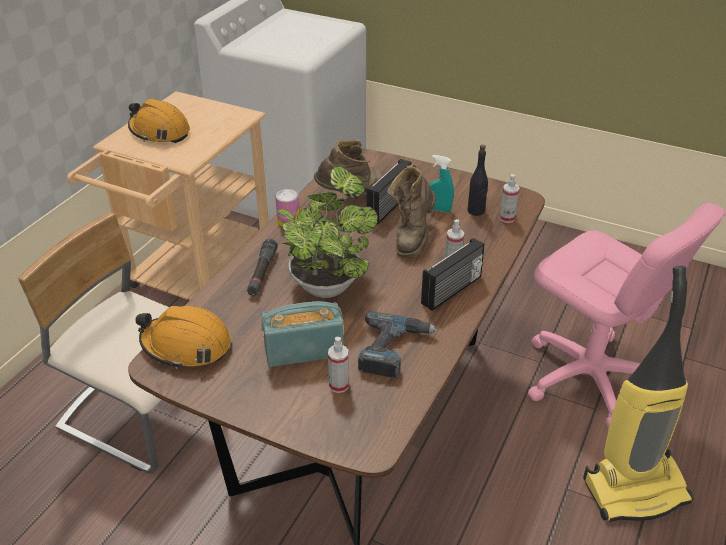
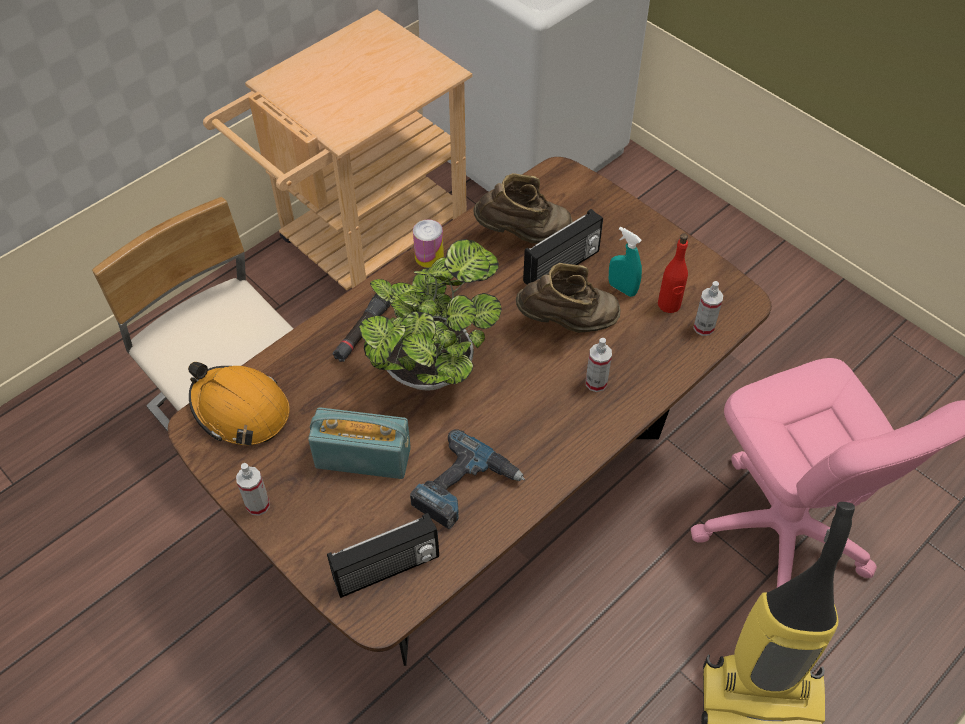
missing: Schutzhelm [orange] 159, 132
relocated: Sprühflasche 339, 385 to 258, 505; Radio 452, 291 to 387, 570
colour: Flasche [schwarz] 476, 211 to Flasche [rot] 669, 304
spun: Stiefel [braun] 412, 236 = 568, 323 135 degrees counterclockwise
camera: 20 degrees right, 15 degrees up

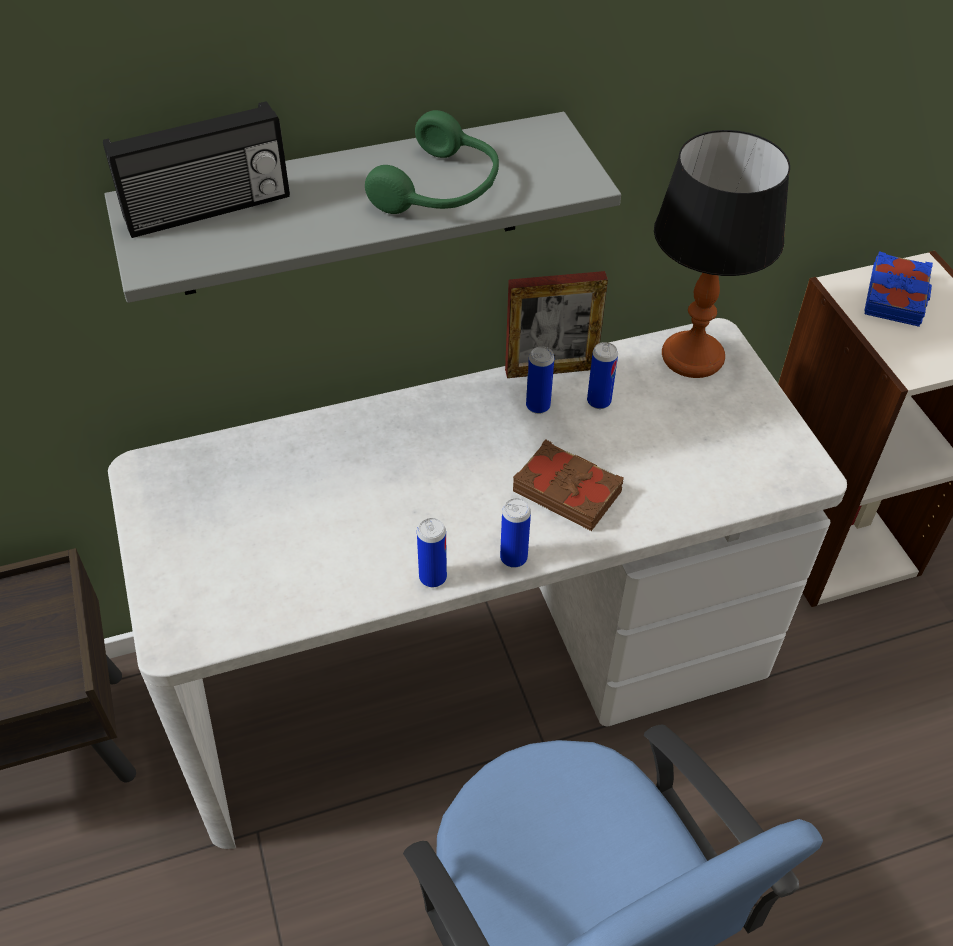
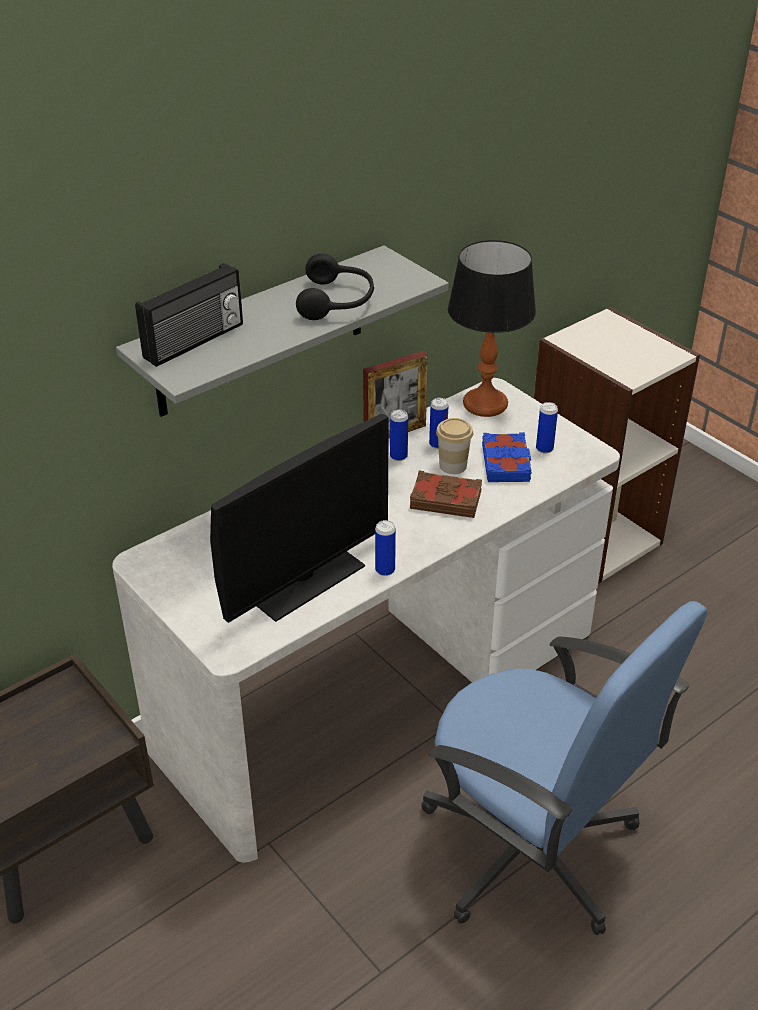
appeared: Monitor 304, 580; Tasse 453, 465
relocated: Dose 513, 558 to 544, 449; Buch [blau] 897, 296 to 506, 463
colour: Kopfhörer [grün] 441, 189 to Kopfhörer [schwarz] 337, 301
camera: 20 degrees left, 10 degrees down

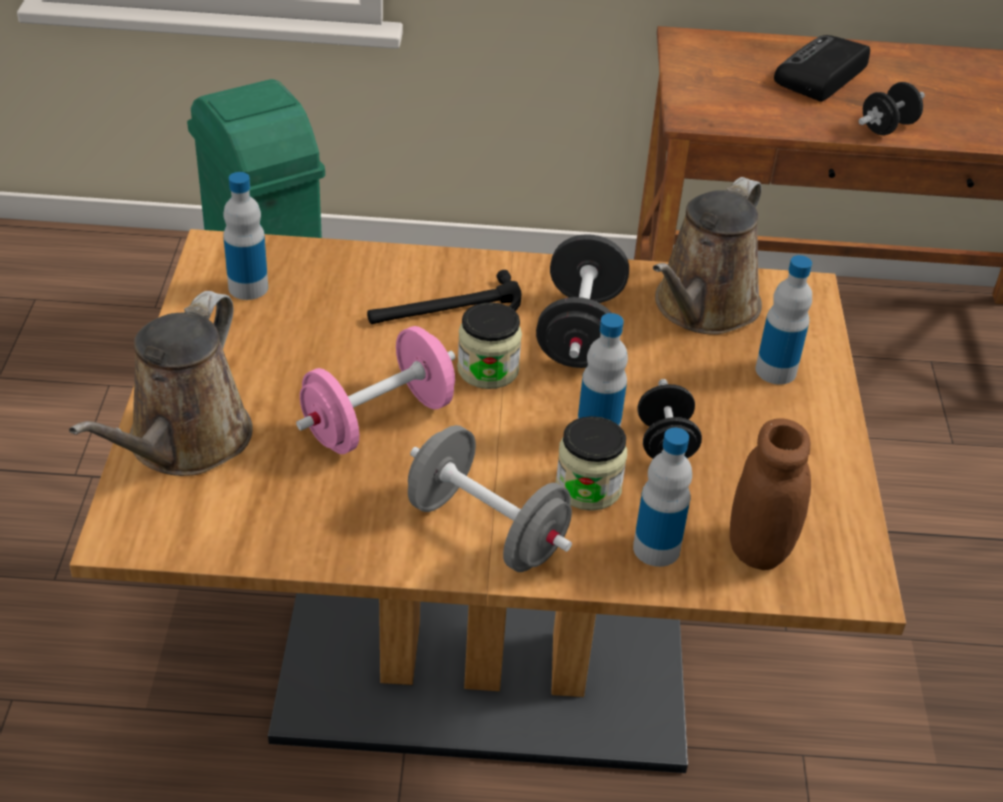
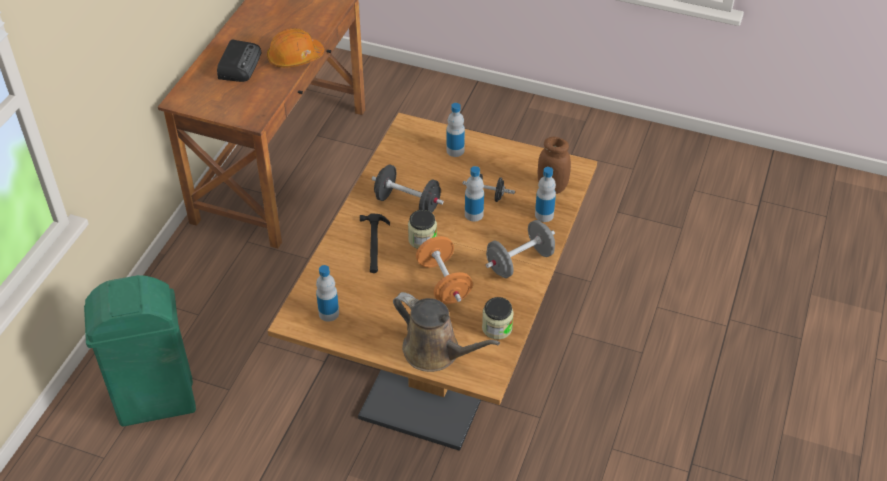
missing: Gießkanne [braun] 702, 308
relocated: Vorratsglas 588, 487 to 497, 328
exchanged: Hantel [schwarz] 887, 127 to Schutzhelm [orange] 295, 58
colour: Hantel [rosa] 378, 421 to Hantel [orange] 444, 283
spun: Radio 820, 76 = 239, 64 135 degrees counterclockwise
camera: 70 degrees left, 5 degrees up

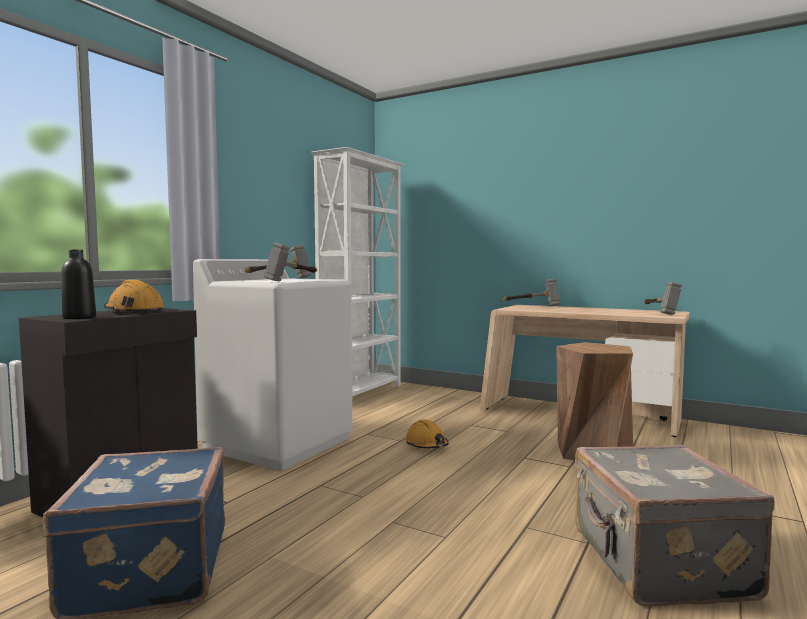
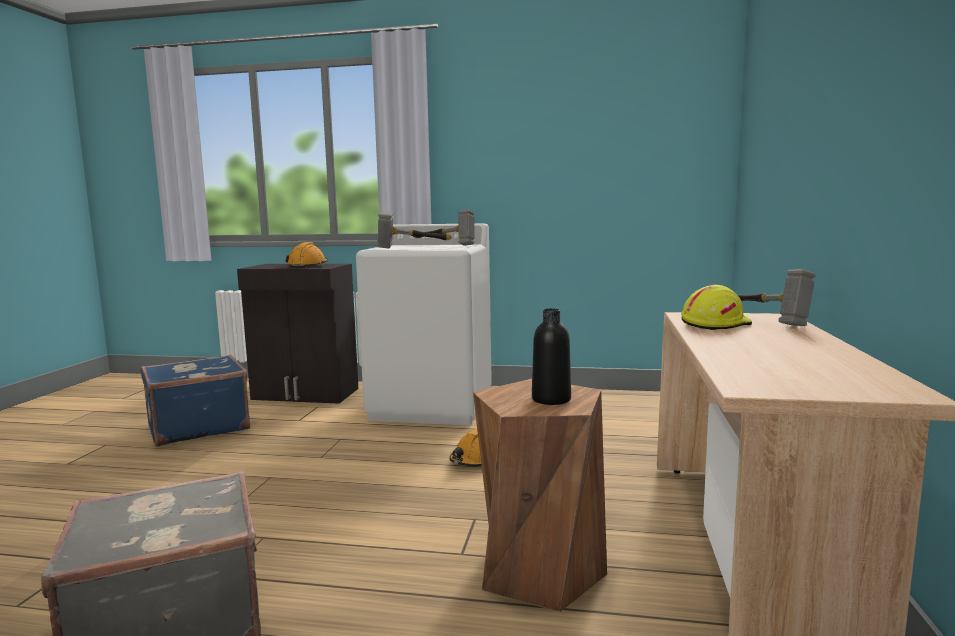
missing: Bücherregal [weiß] 362, 393; Hammer 659, 312
appeared: Schutzhelm [gelb] 714, 324
relocated: Flasche [schwarz] 79, 318 to 551, 399
camera: 70 degrees right, 5 degrees up

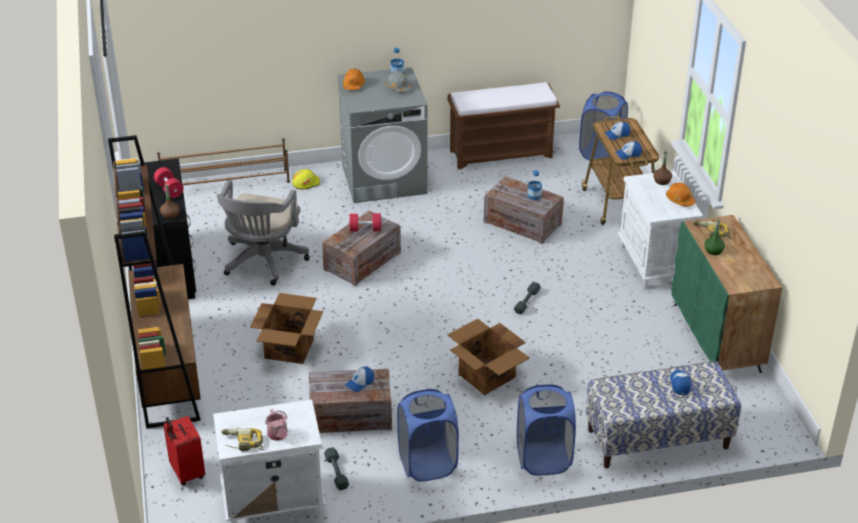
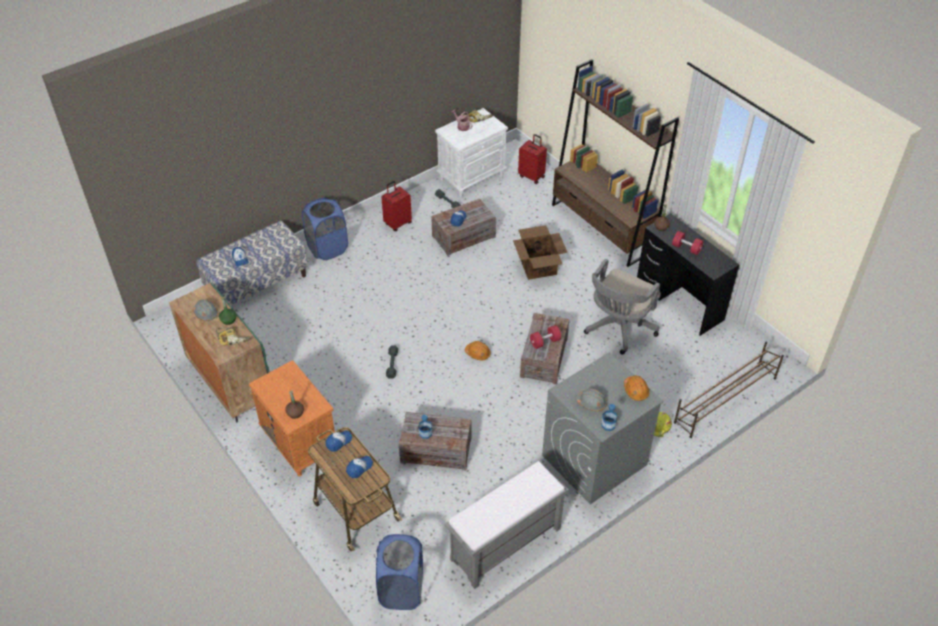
missing: Karton 487, 376
appeared: Schutzhelm [grau] 206, 313
relocated: Schutzhelm [orange] 679, 200 to 478, 353
exchanged: Wäschekorb [blau] 427, 464 to Koffer [rot] 397, 223
colour: Bank [braun] 501, 153 to Bank [grau] 505, 545; Nachttisch [weiß] 654, 264 to Nachttisch [orange] 299, 442
spun: Bürostuhl [grau] 262, 263 = 618, 329 135 degrees counterclockwise
camera: 155 degrees right, 10 degrees up

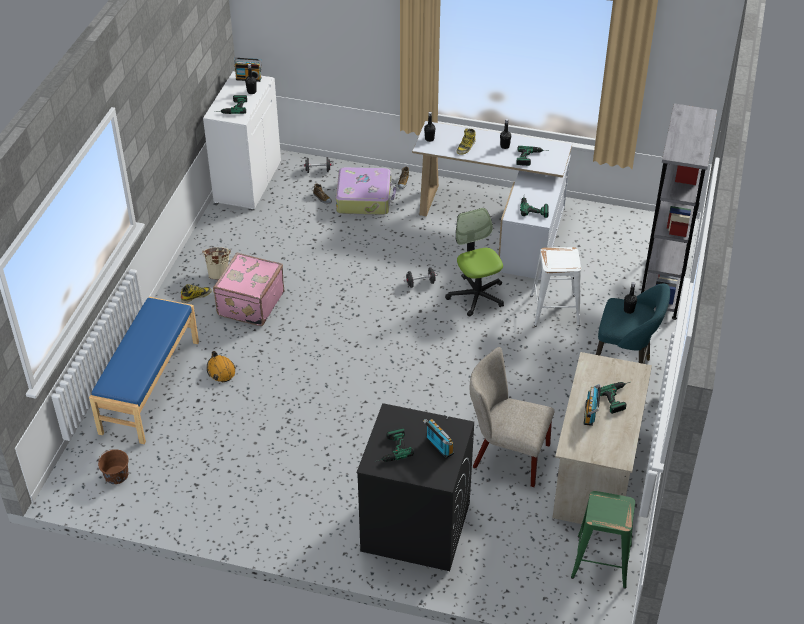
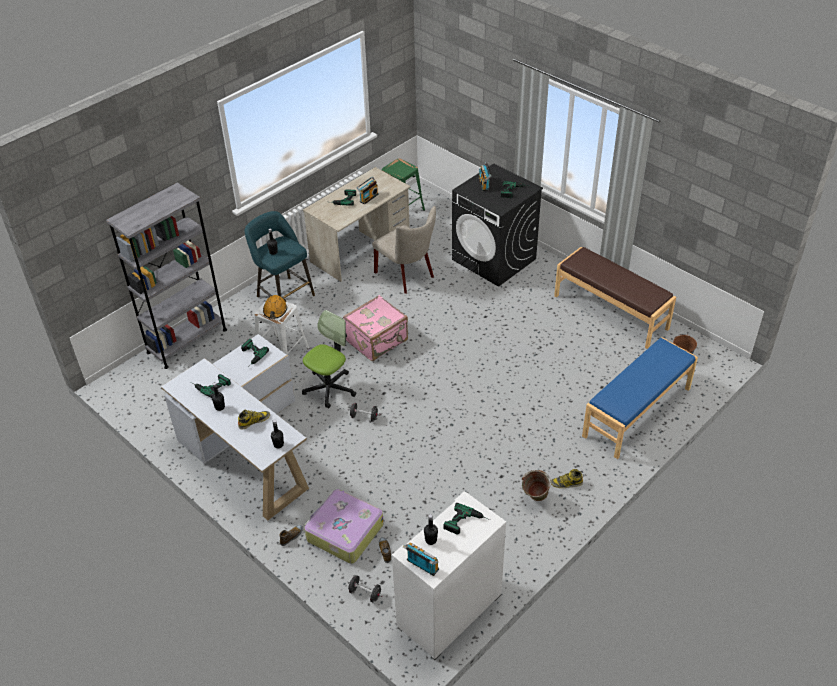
appeared: Bank [braun] 611, 312
relocated: Schutzhelm [orange] 221, 371 to 275, 310; Koffer [rosa] 249, 304 to 377, 341
colour: Eimer [beige] 219, 274 to Eimer [grün] 534, 499
spun: Bürostuhl 476, 296 = 329, 388 150 degrees counterclockwise
camera: 150 degrees left, 0 degrees up

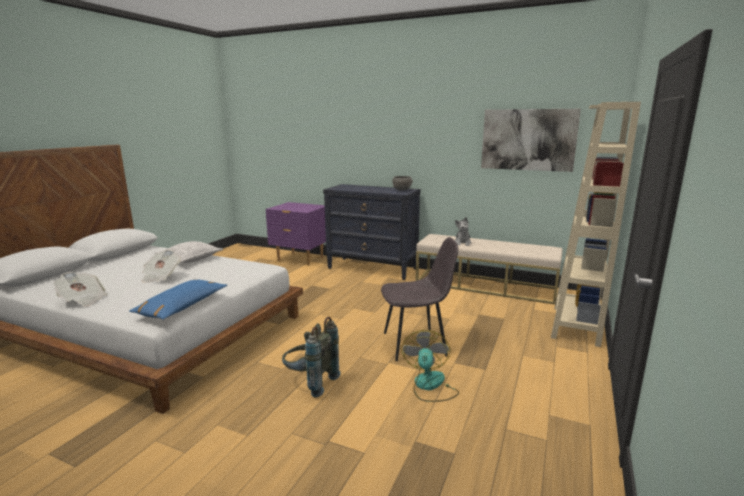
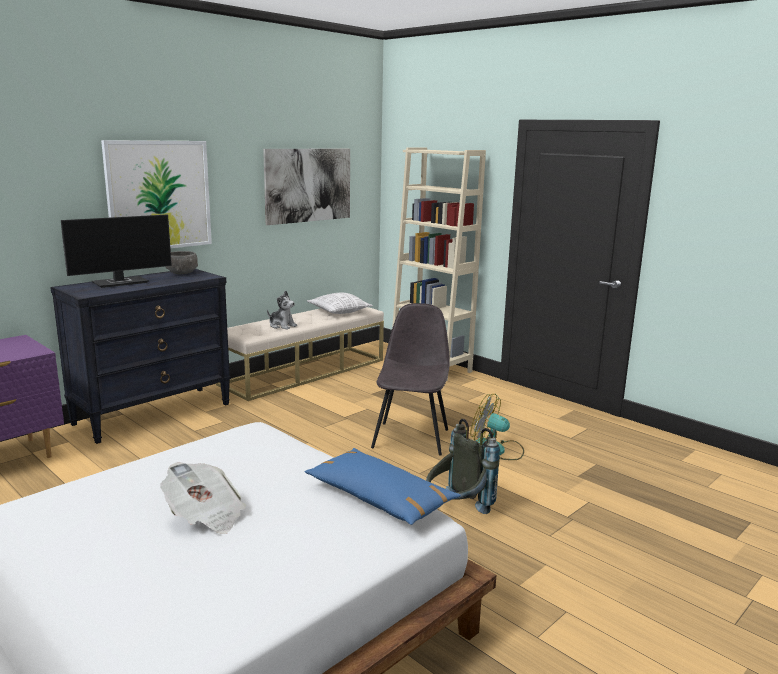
missing: Zeitung 83, 299
appeared: Monitor 121, 282; Bild 159, 195
relocated: Kissen 190, 259 to 339, 312
camera: 70 degrees left, 0 degrees up

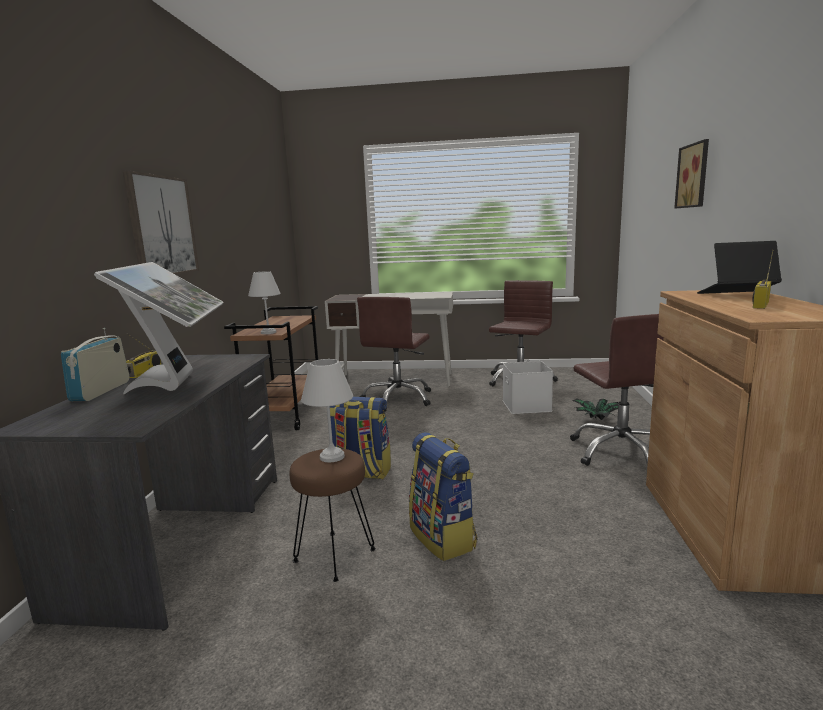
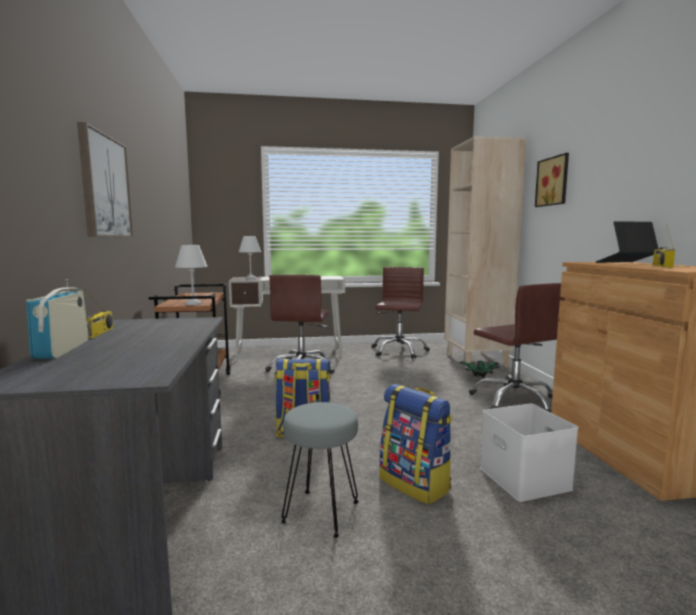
missing: Monitor 179, 382
appeared: Bücherregal [beige] 476, 360
relocated: Tischlampe [weiß] 331, 456 to 250, 279; Aufbewahrungsbox [weiß] 527, 406 to 526, 479
colour: Hocker [braun] 335, 556 to Hocker [grau] 322, 513
camera: 15 degrees left, 5 degrees down

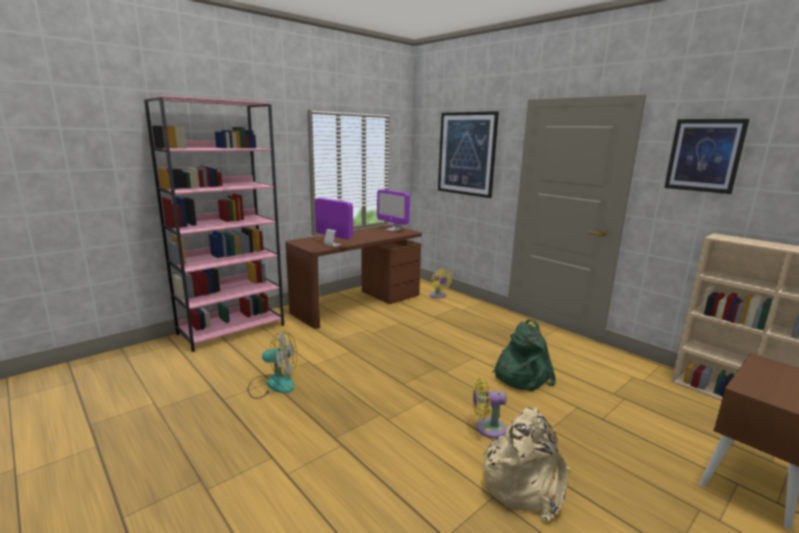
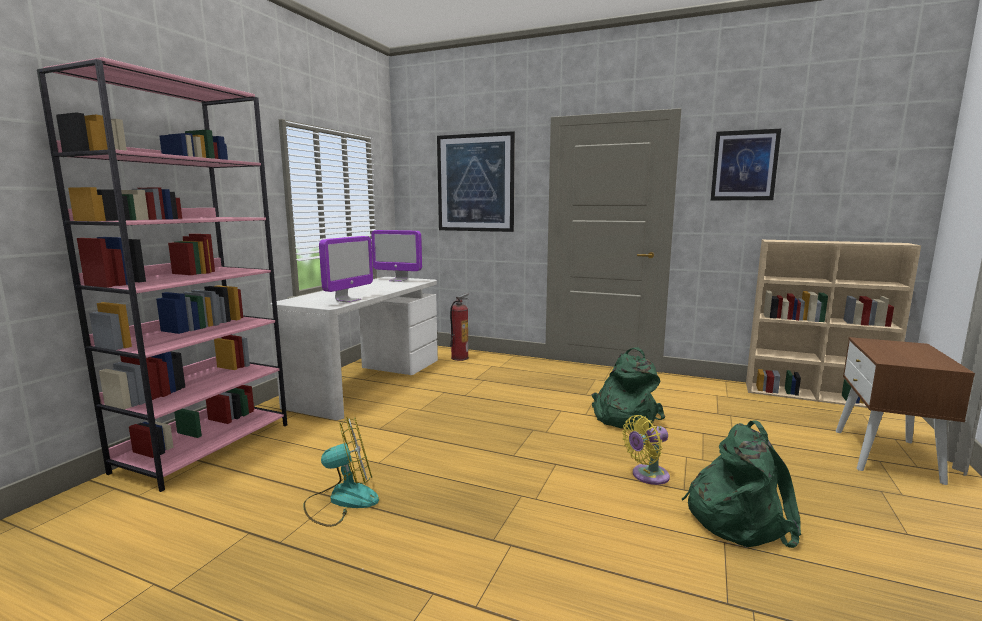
exchanged: Ventilator [gelb] 438, 296 to Feuerlöscher 459, 358
colour: Schreibtisch [braun] 357, 303 to Schreibtisch [weiß] 368, 381; Rucksack [beige] 525, 483 to Rucksack [grün] 737, 517
spun: Monitor 333, 245 = 348, 300 105 degrees clockwise
camera: 25 degrees left, 5 degrees down

